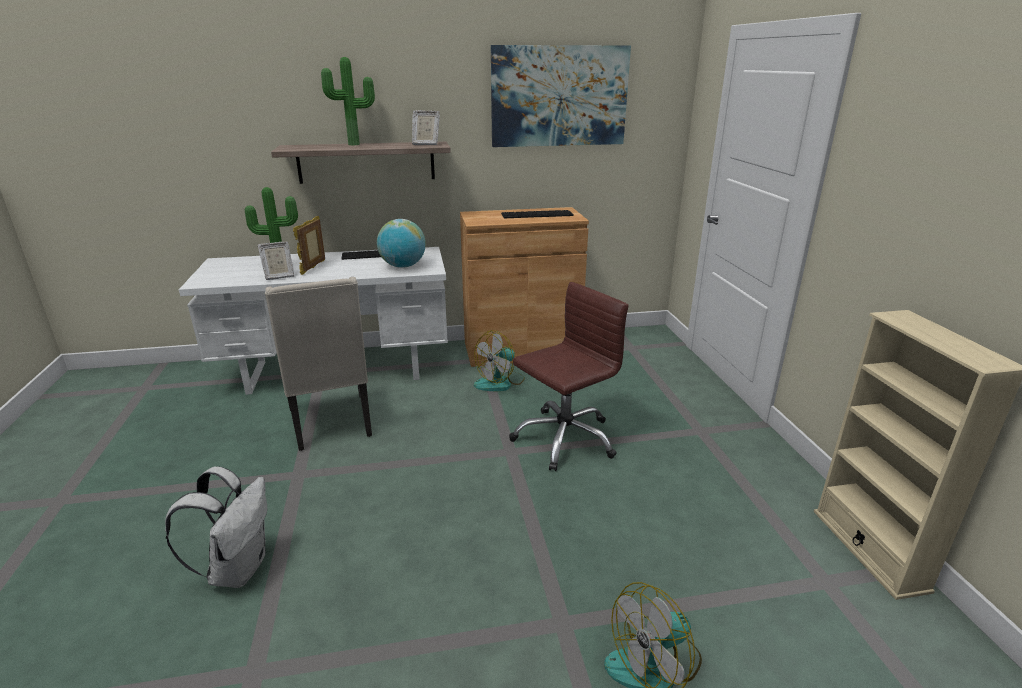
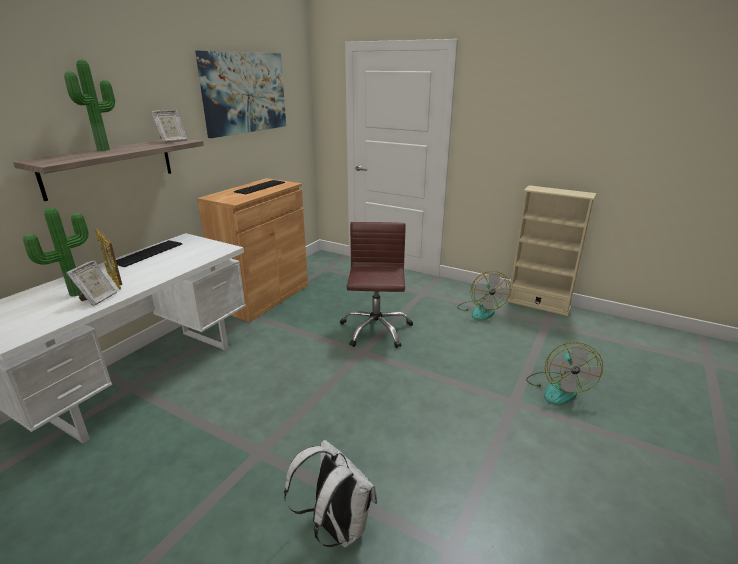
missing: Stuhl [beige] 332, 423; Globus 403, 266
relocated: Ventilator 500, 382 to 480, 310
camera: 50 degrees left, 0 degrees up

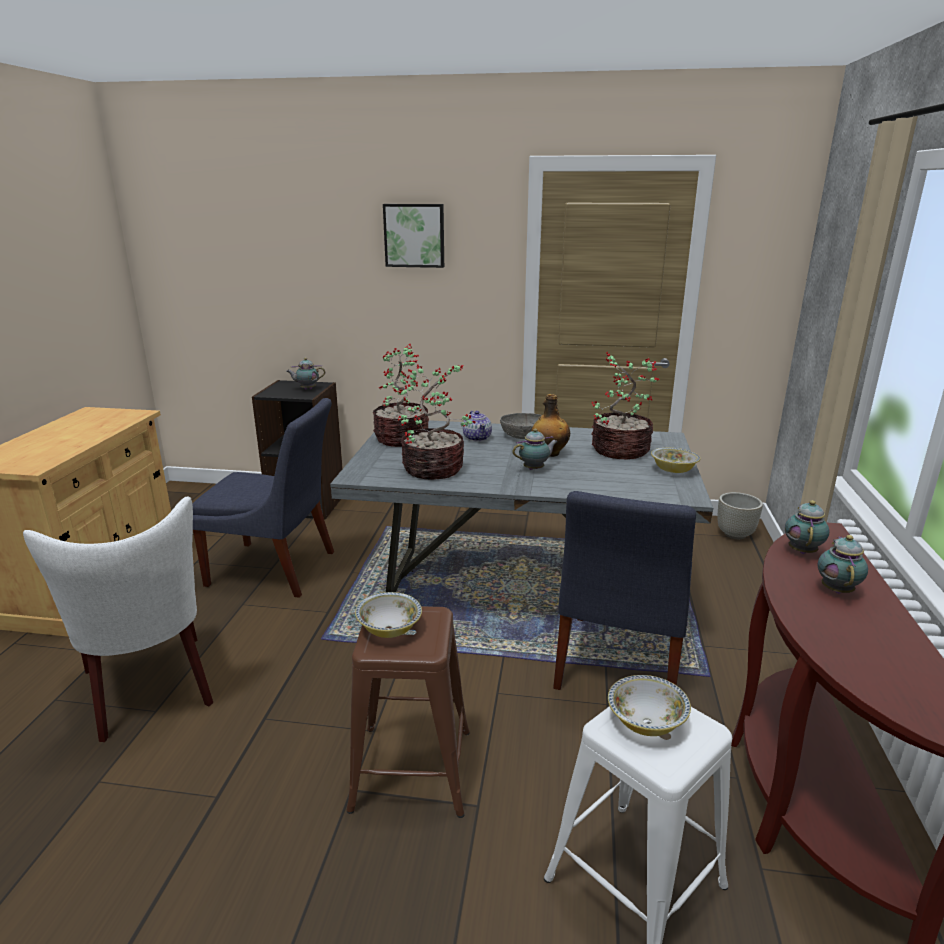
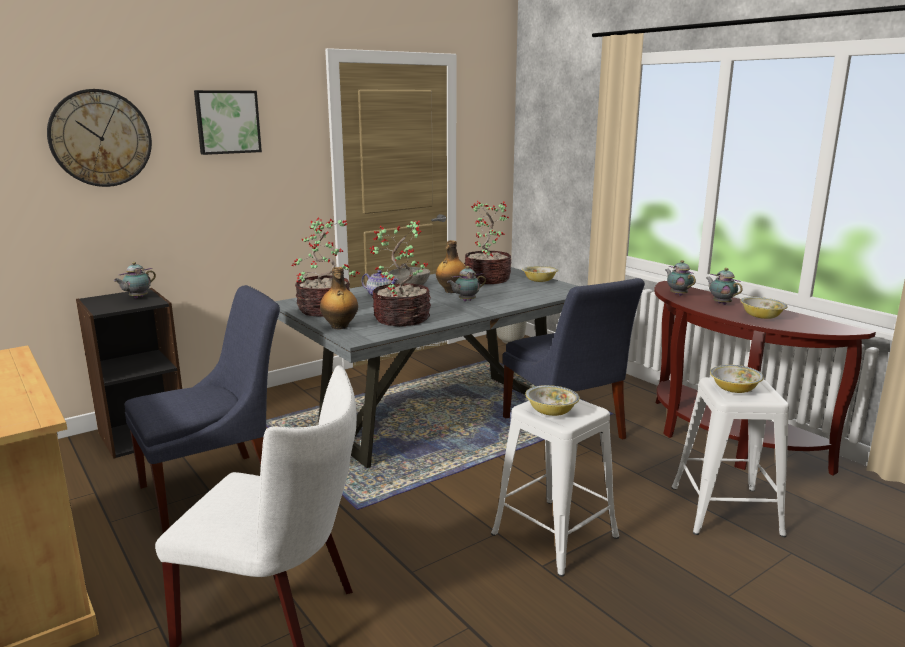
appeared: Wanduhr 100, 138; Flasche 339, 326; Schüssel 761, 317
colour: Hocker [braun] 411, 768 to Hocker [weiß] 554, 535
spun: Teekanne 535, 469 = 466, 301 135 degrees counterclockwise
camera: 45 degrees left, 5 degrees down

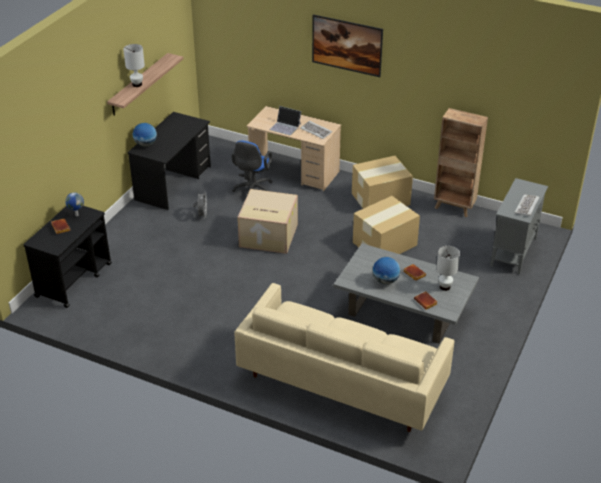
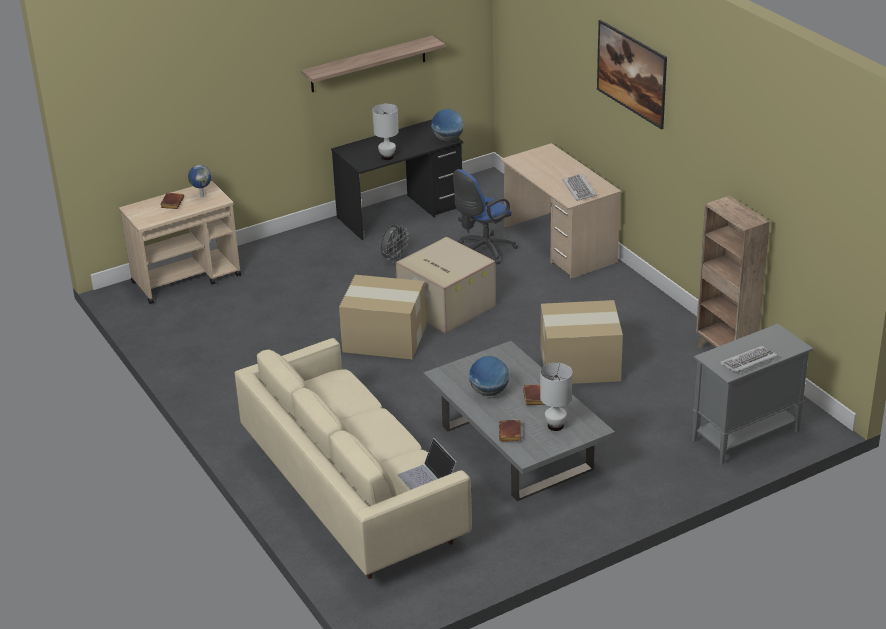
relocated: Tischlampe [weiß] 137, 84 to 387, 157; Globus 145, 145 to 447, 139; Laptop 285, 127 to 427, 479; Karton 381, 199 to 385, 339
colour: Rollwagen [schwarz] 74, 279 to Rollwagen [beige] 187, 279
camera: 35 degrees right, 5 degrees down

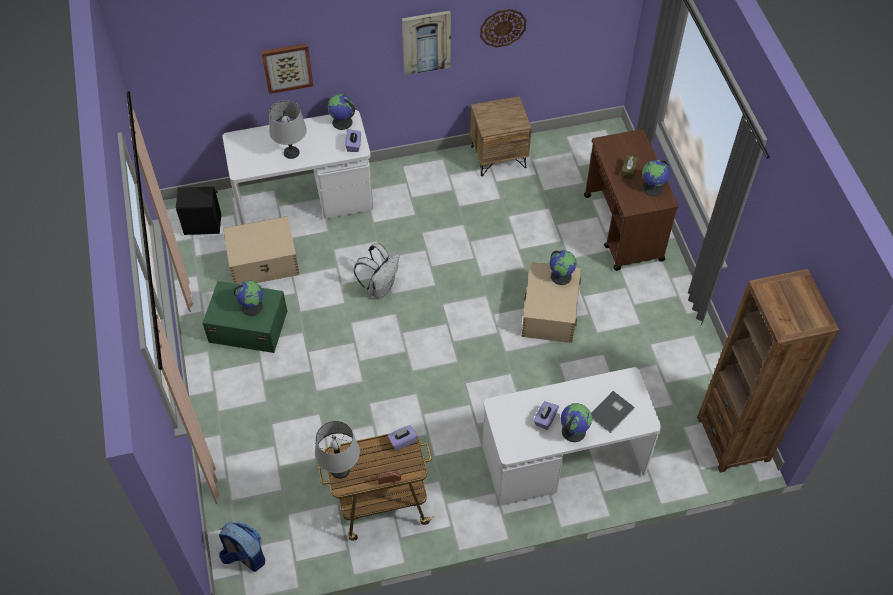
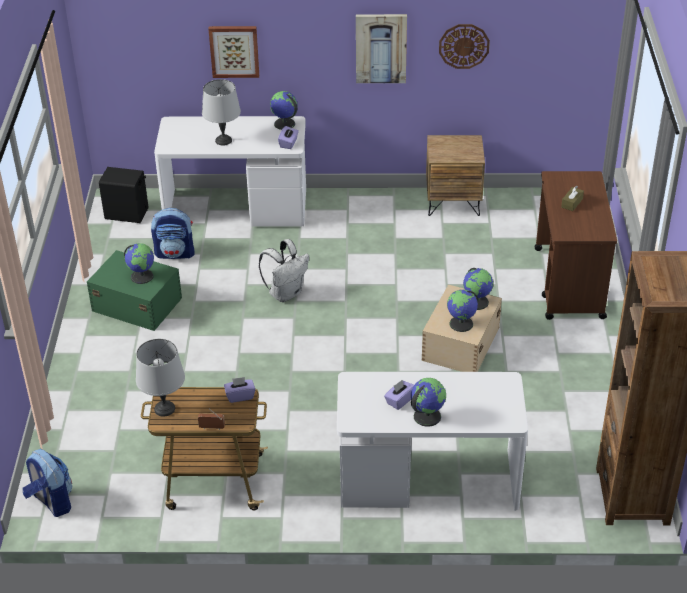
missing: Buch [grau] 612, 412
relocated: Globus 652, 188 to 461, 324
exchanged: Aufbewahrungsbox [beige] 264, 262 to Rucksack 175, 253
camera: 15 degrees right, 15 degrees down

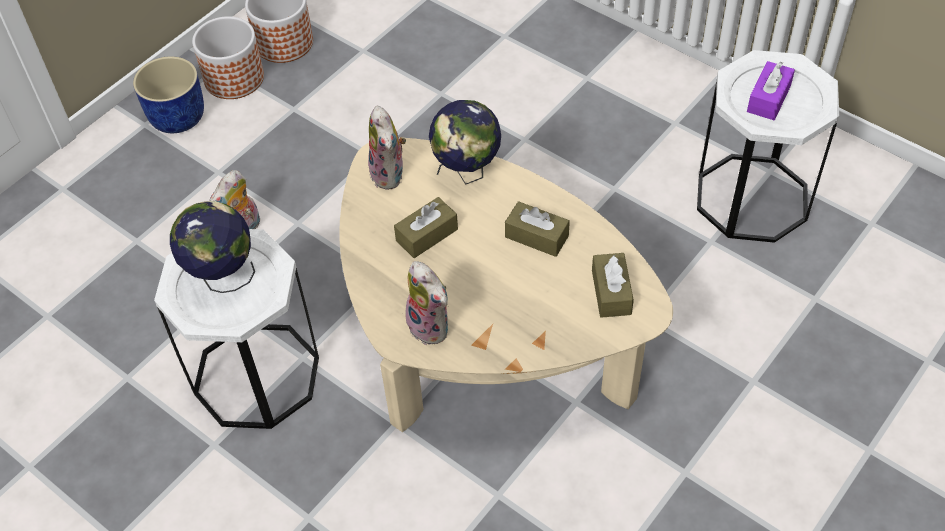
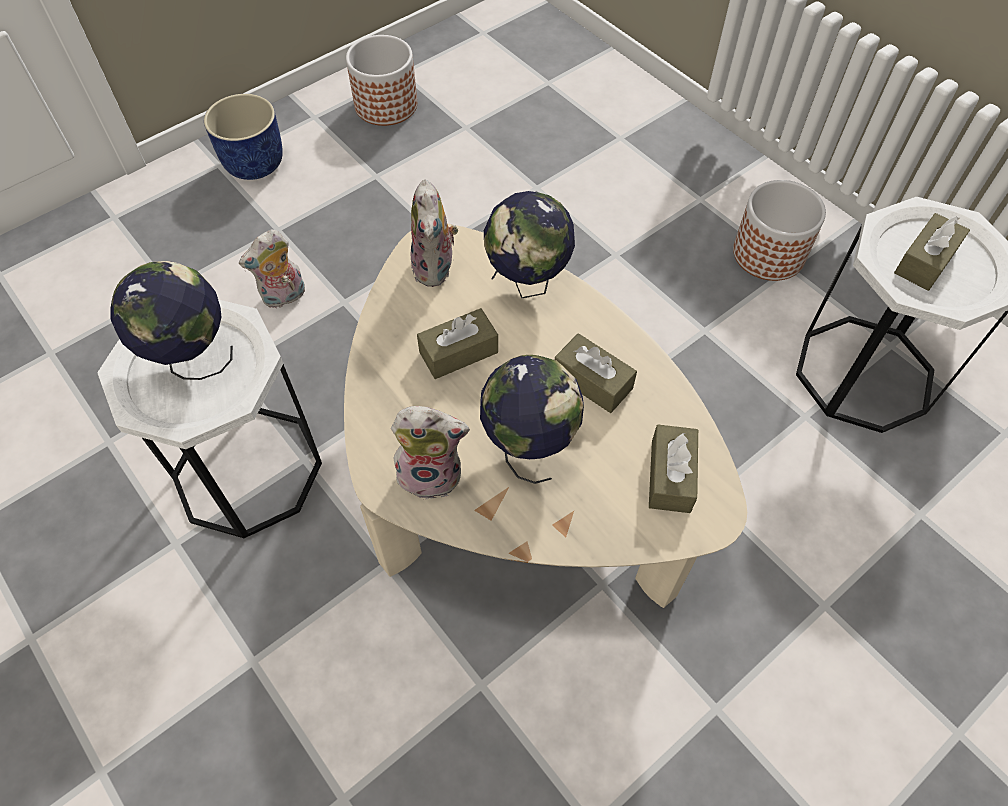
appeared: Globus 529, 446
relocated: Pflanzkübel 234, 78 to 769, 254
colour: Taschentuchbox [lila] 768, 99 to Taschentuchbox [braun] 925, 261
spun: Plüschtier 431, 326 = 432, 473 60 degrees counterclockwise
camera: 10 degrees right, 5 degrees up

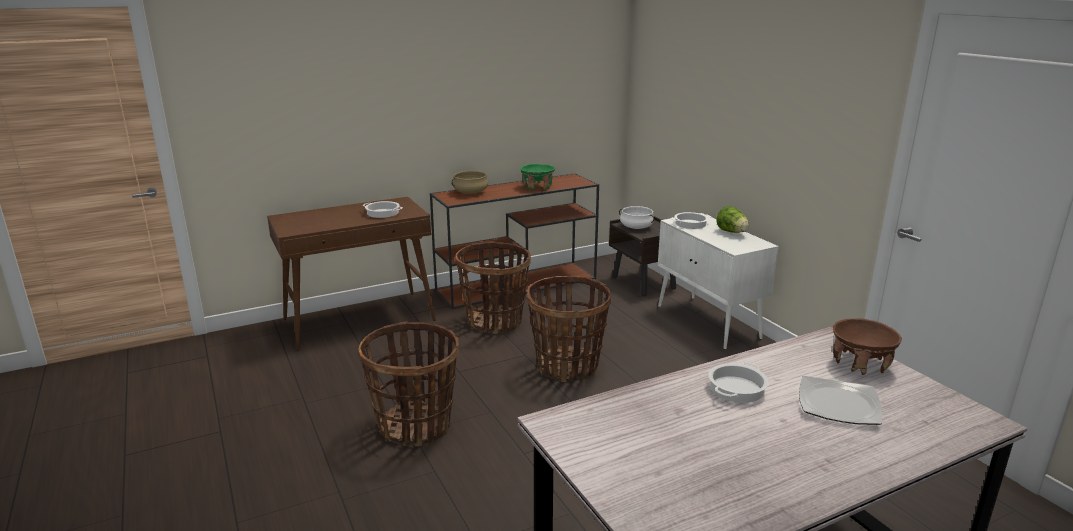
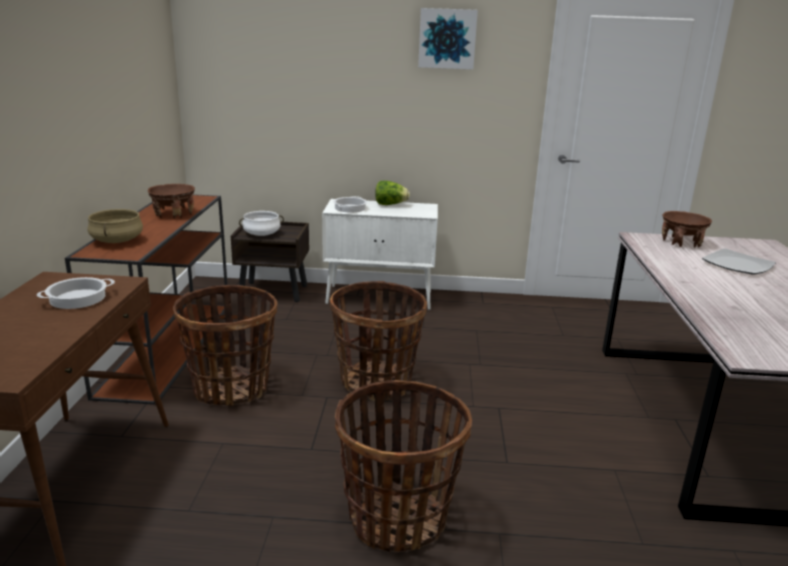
missing: Kochtopf 736, 388
appeared: Bild 447, 38
colour: Schüssel [grün] 537, 187 to Schüssel [braun] 173, 214
camera: 60 degrees left, 0 degrees up

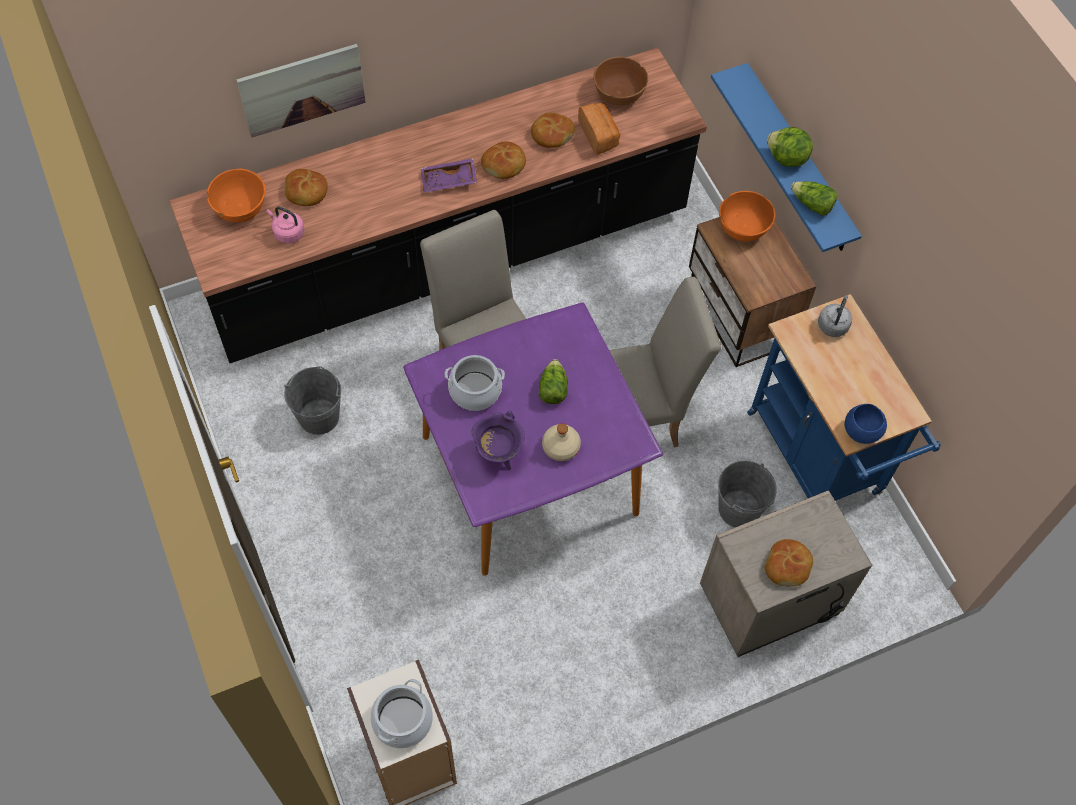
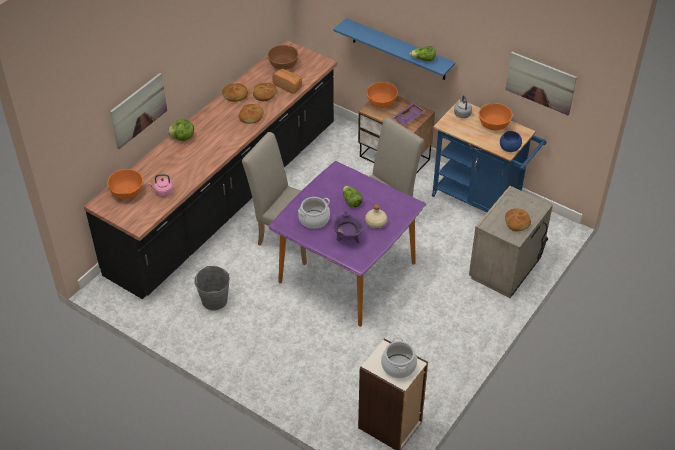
missing: Eimer [grau] 739, 509
appeared: Schüssel [orange] 493, 125; Bild 540, 82
relocated: Brot 306, 192 to 235, 96; Tablett [lila] 449, 181 to 408, 118; Salatkopf 786, 159 to 182, 138
camera: 30 degrees left, 15 degrees down

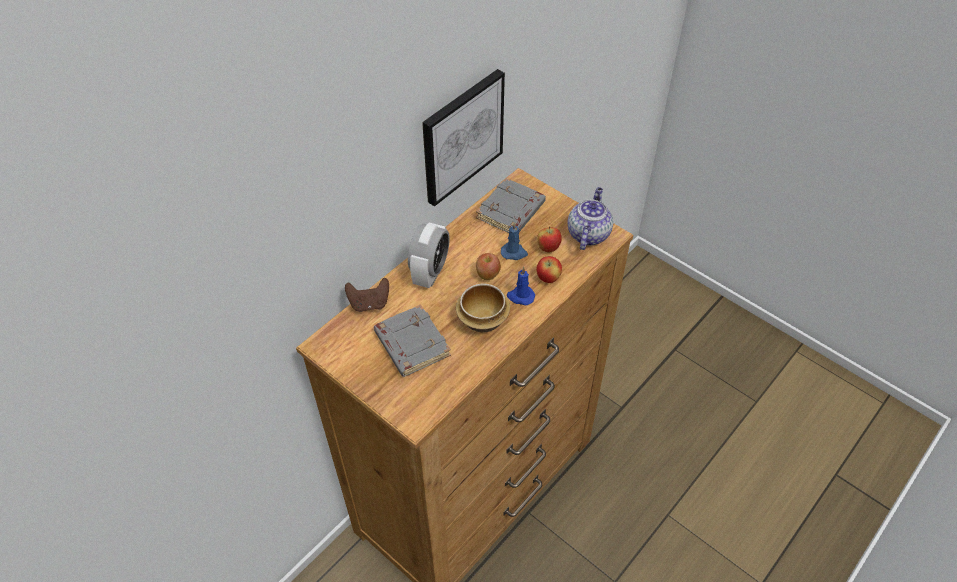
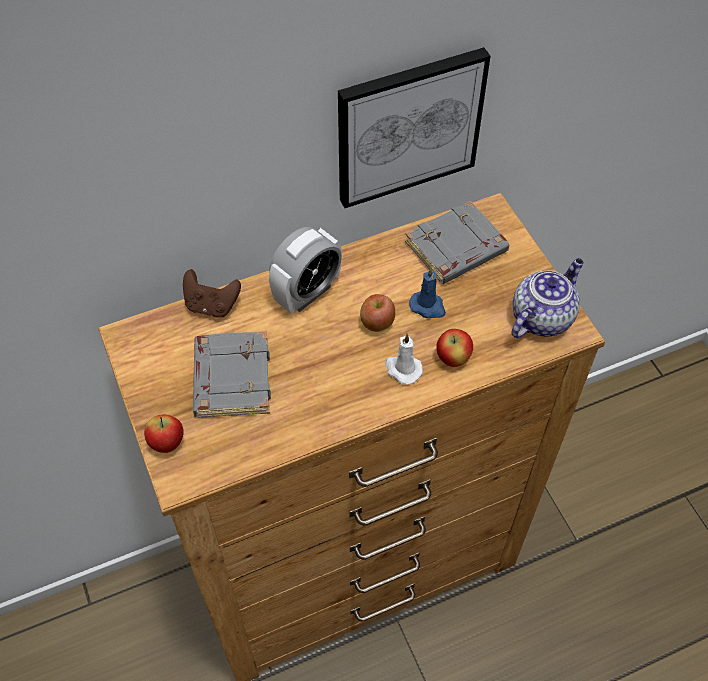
missing: Schüssel 483, 321
relocated: Apfel 548, 248 to 167, 443
colour: Kerze [blau] 520, 296 to Kerze [weiß] 402, 369
camera: 25 degrees right, 5 degrees up

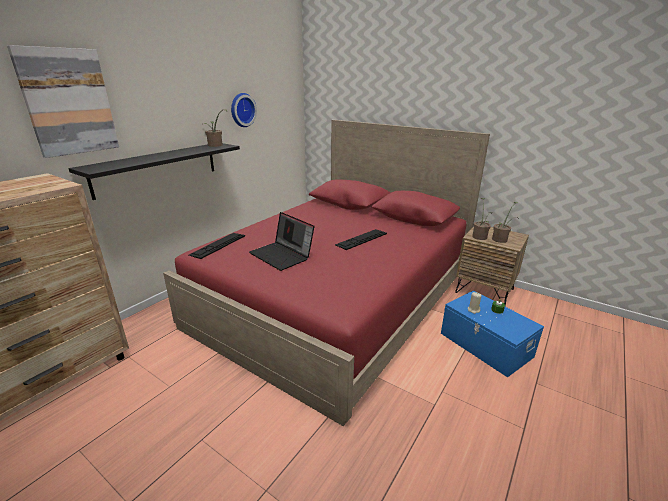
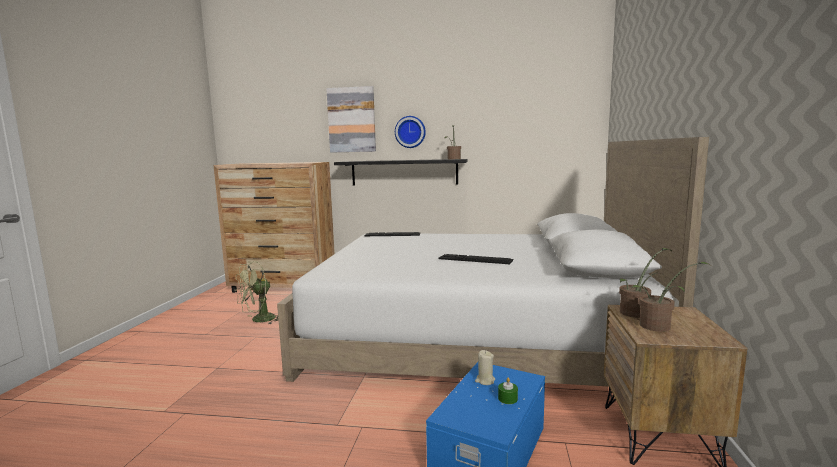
missing: Laptop 282, 255
appeared: Ventilator [grün] 259, 320
relocated: Wanduhr 241, 110 to 410, 132
colour: Bett [rot] 338, 298 to Bett [weiß] 474, 336
camera: 65 degrees right, 15 degrees down

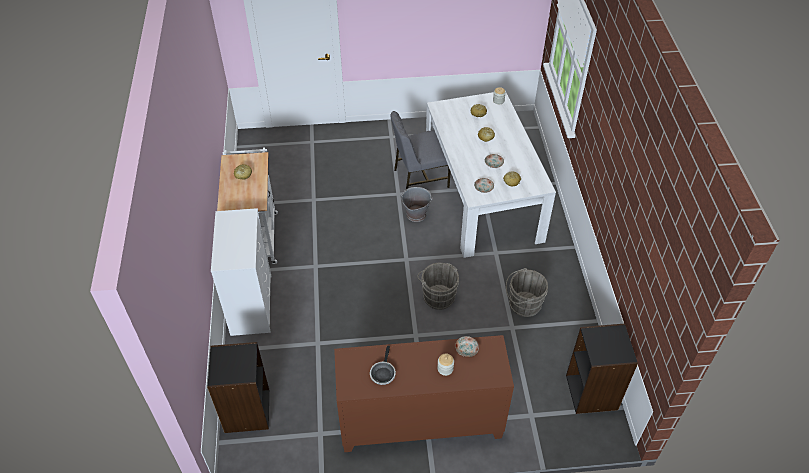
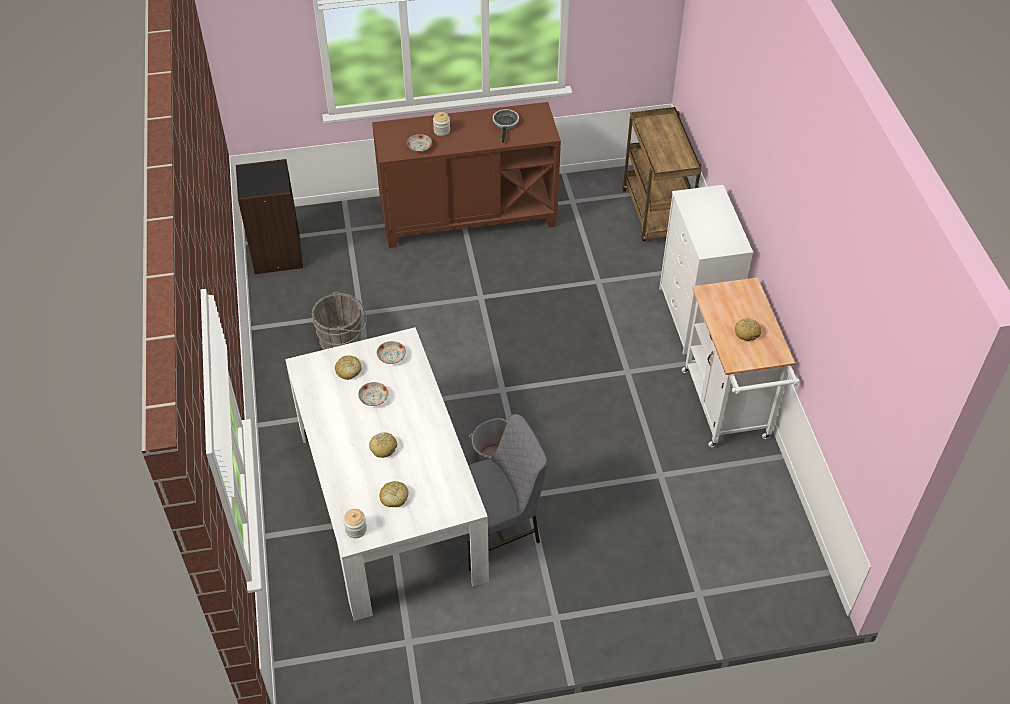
missing: Eimer [grau] 438, 295
exchanged: Bücherregal [schwarz] 246, 411 to Rollwagen [braun] 656, 214
camera: 175 degrees right, 0 degrees up

